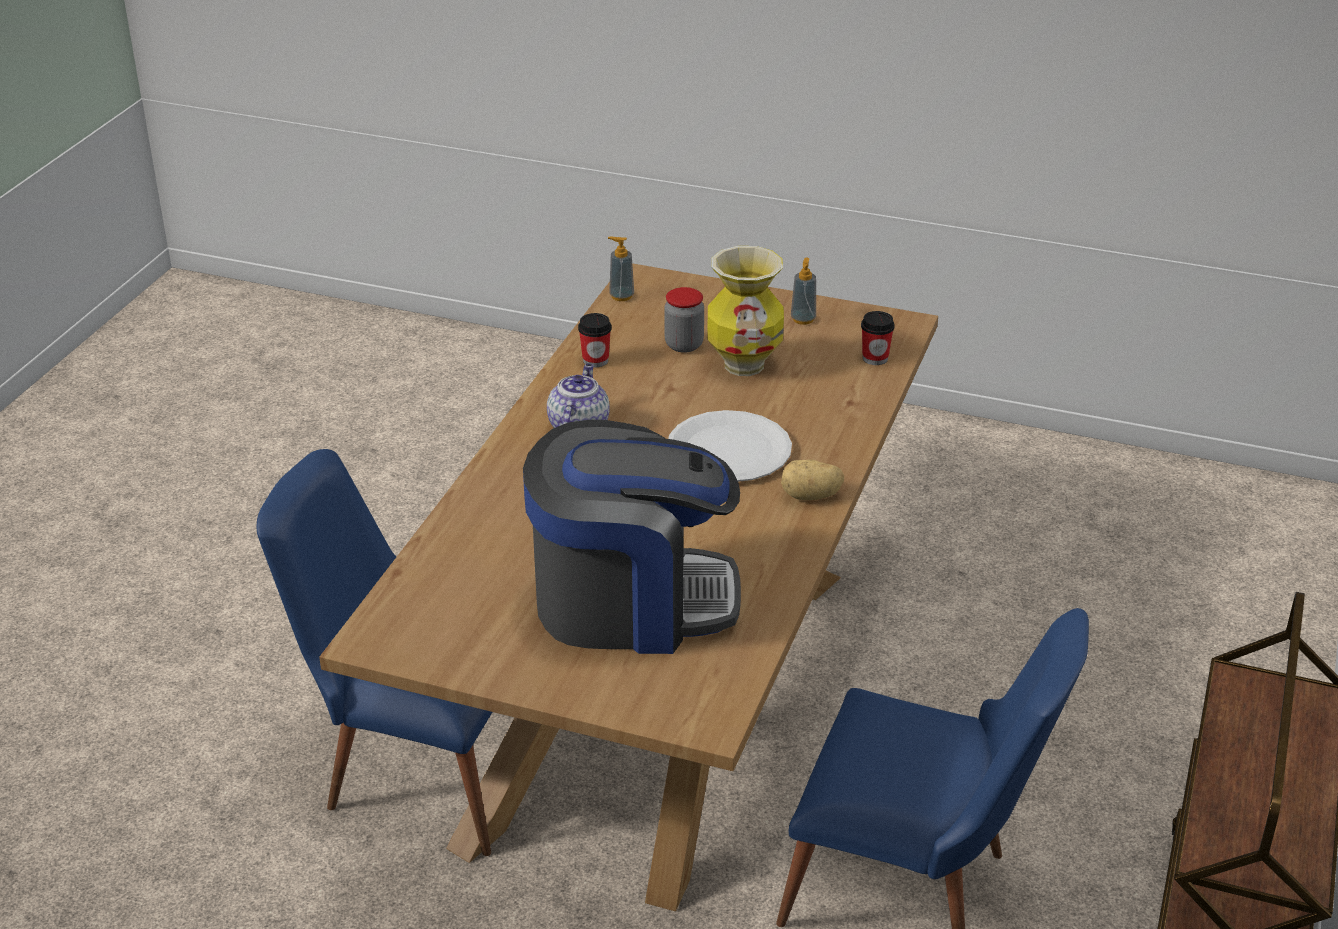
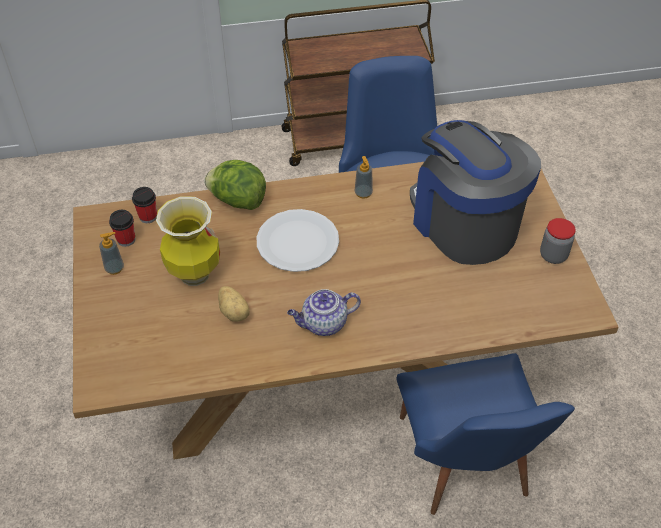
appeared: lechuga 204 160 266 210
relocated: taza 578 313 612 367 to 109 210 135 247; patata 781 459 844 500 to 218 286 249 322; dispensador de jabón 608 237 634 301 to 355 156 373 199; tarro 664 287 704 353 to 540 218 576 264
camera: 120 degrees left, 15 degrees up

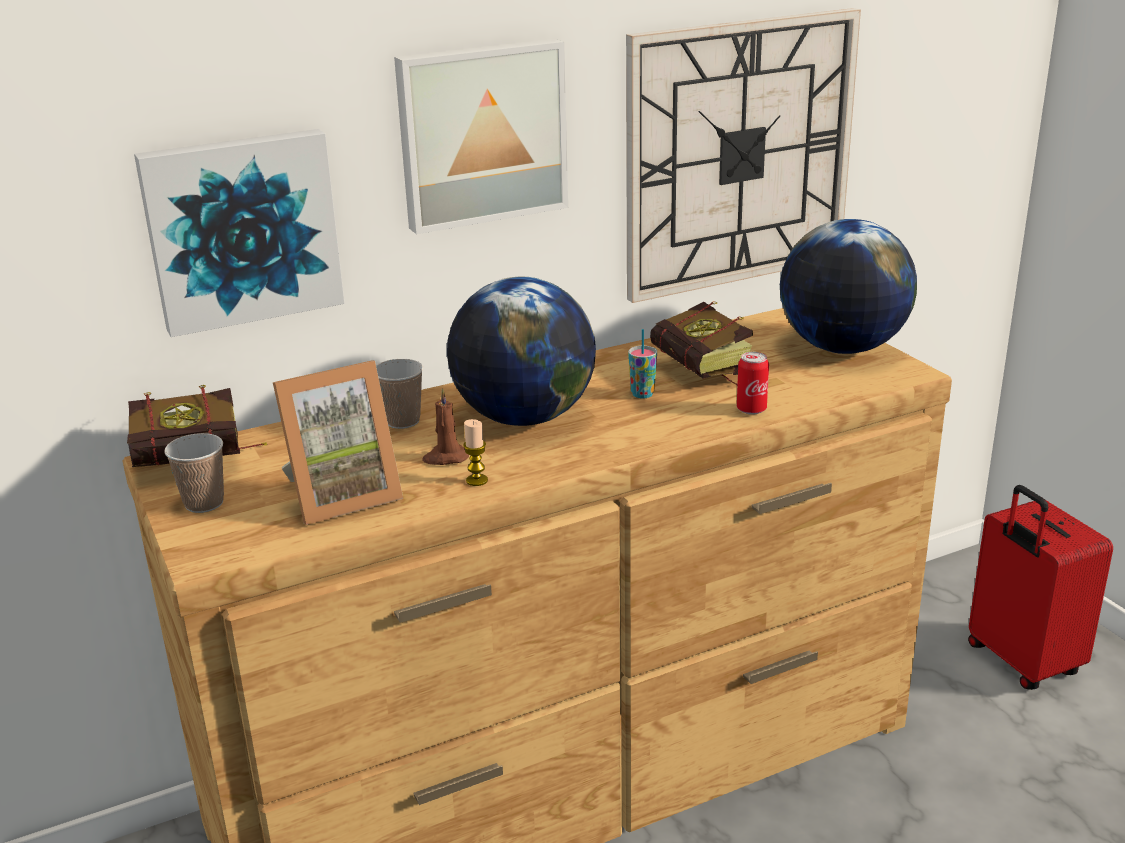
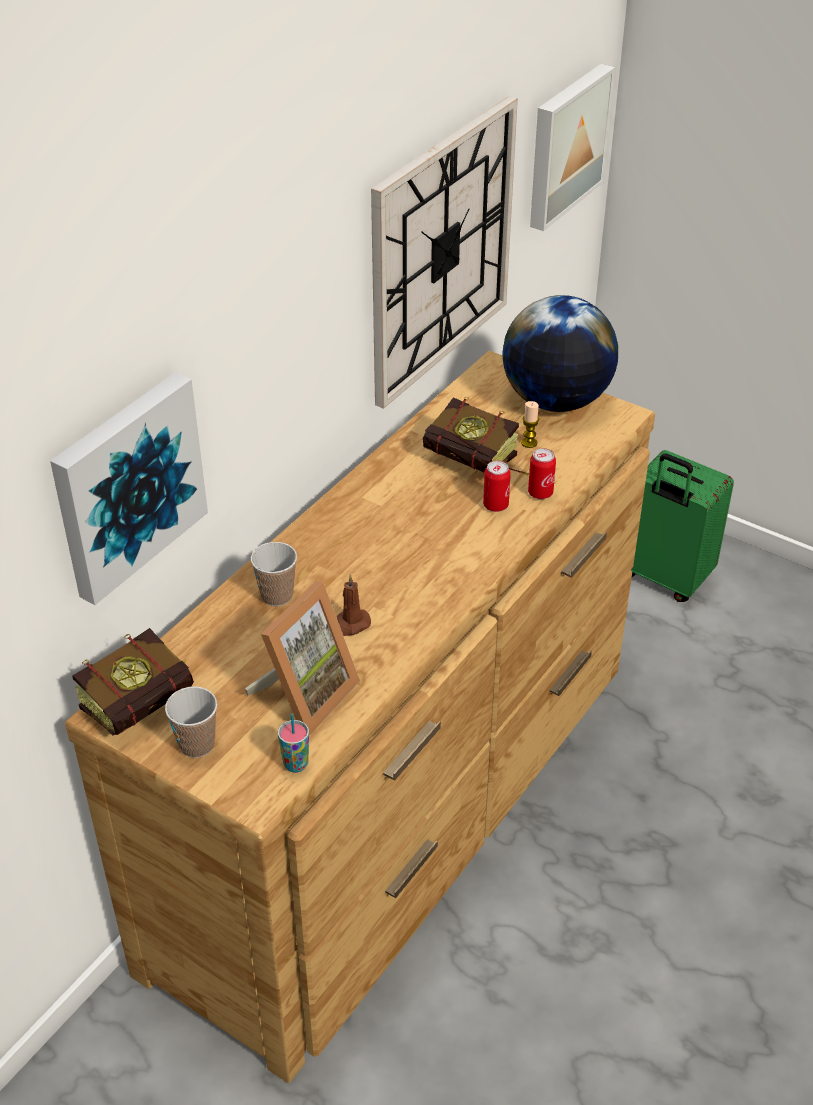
missing: globo terráqueo 447 277 596 426
appeared: lata 483 460 511 512
relocated: taza 628 329 657 398 to 278 714 309 773; vela 463 419 488 486 to 521 401 539 448; cuadro 394 39 568 234 to 530 64 615 231
colour: maleta [rojo] 968 485 1113 690 to maleta [verde] 631 450 734 602
camera: 30 degrees left, 15 degrees up

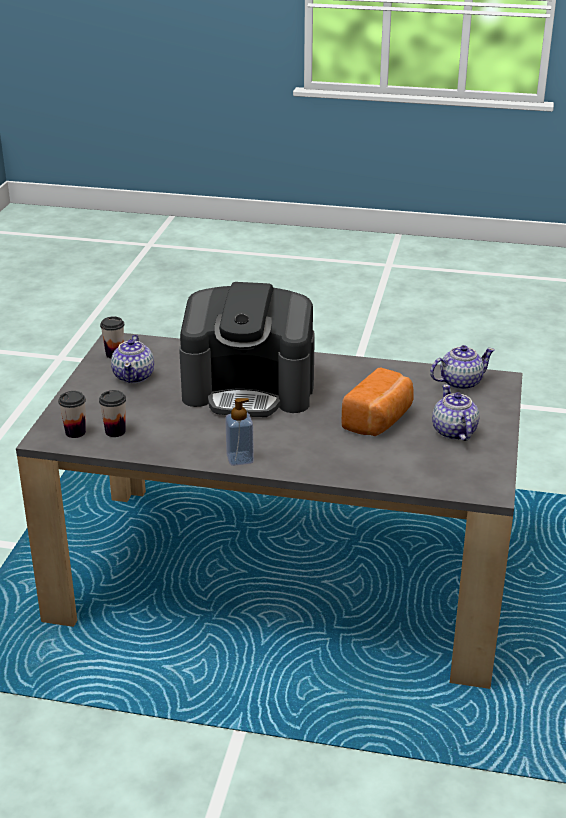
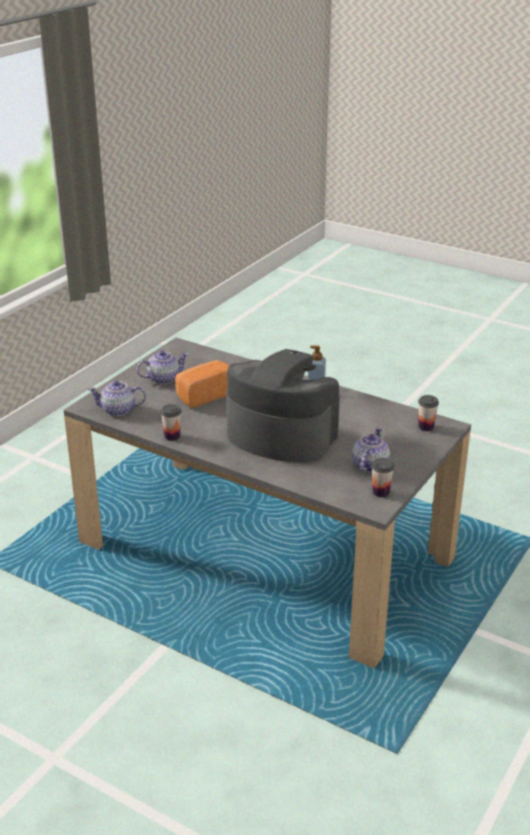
relocated: taza 99 390 126 437 to 161 404 181 441
spun: tetera 432 384 480 441 = 137 350 188 384 120 degrees counterclockwise
camera: 160 degrees left, 0 degrees up

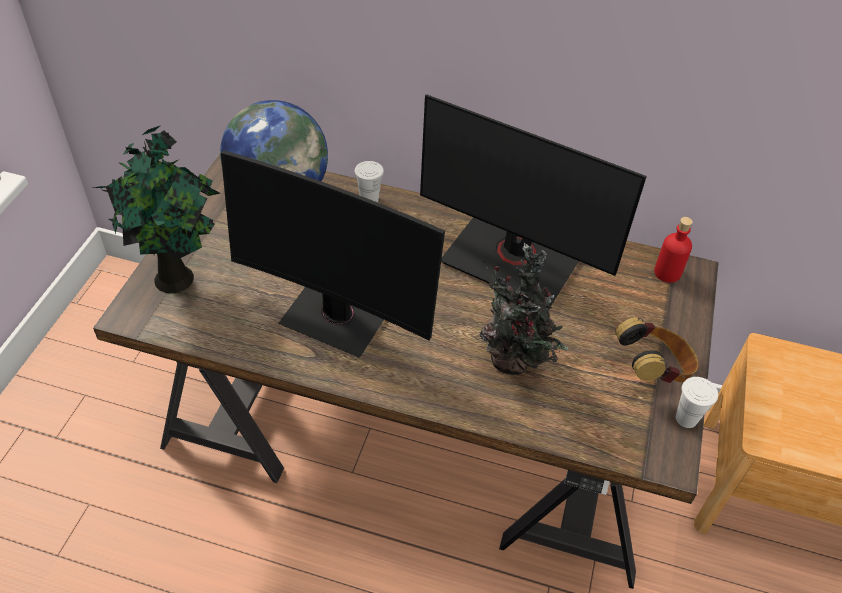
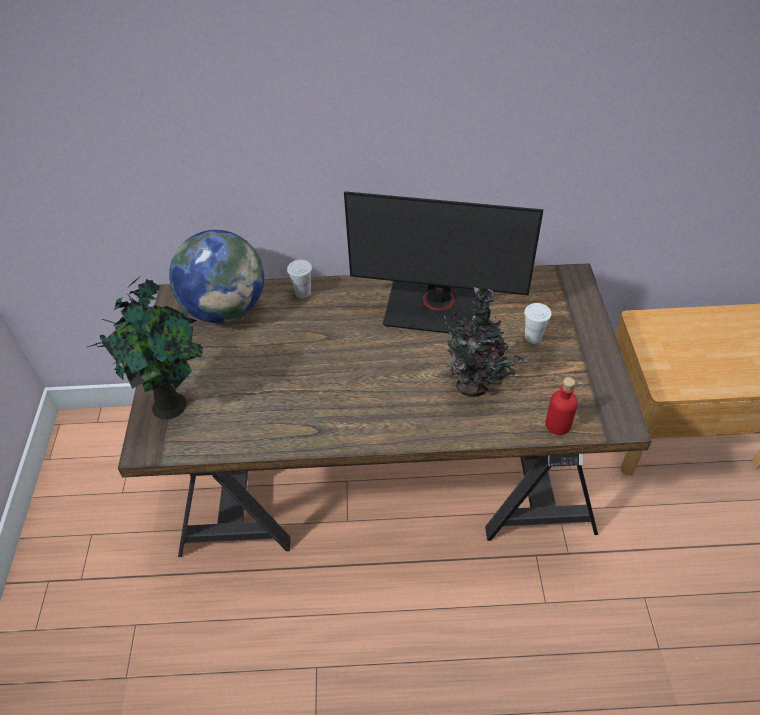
missing: monitor 221 151 445 358; auriculares 615 317 698 383
relocated: taza [blanco] 676 377 718 428 to 524 303 552 344; botella [rojo] 654 217 693 283 to 545 377 578 435
camera: 15 degrees left, 0 degrees up

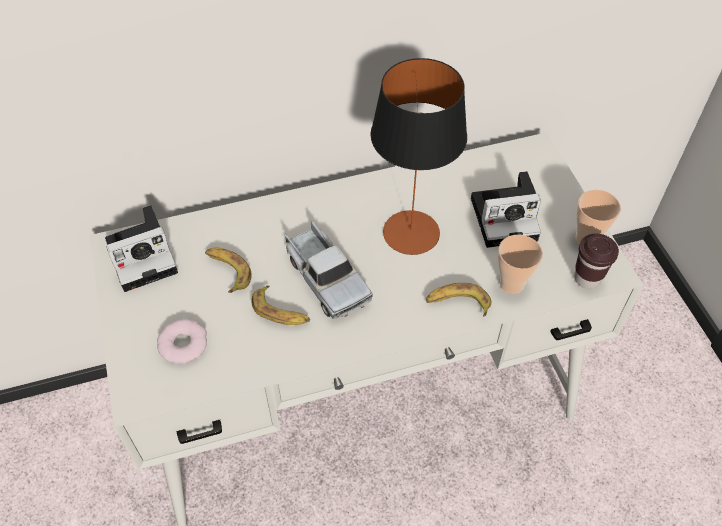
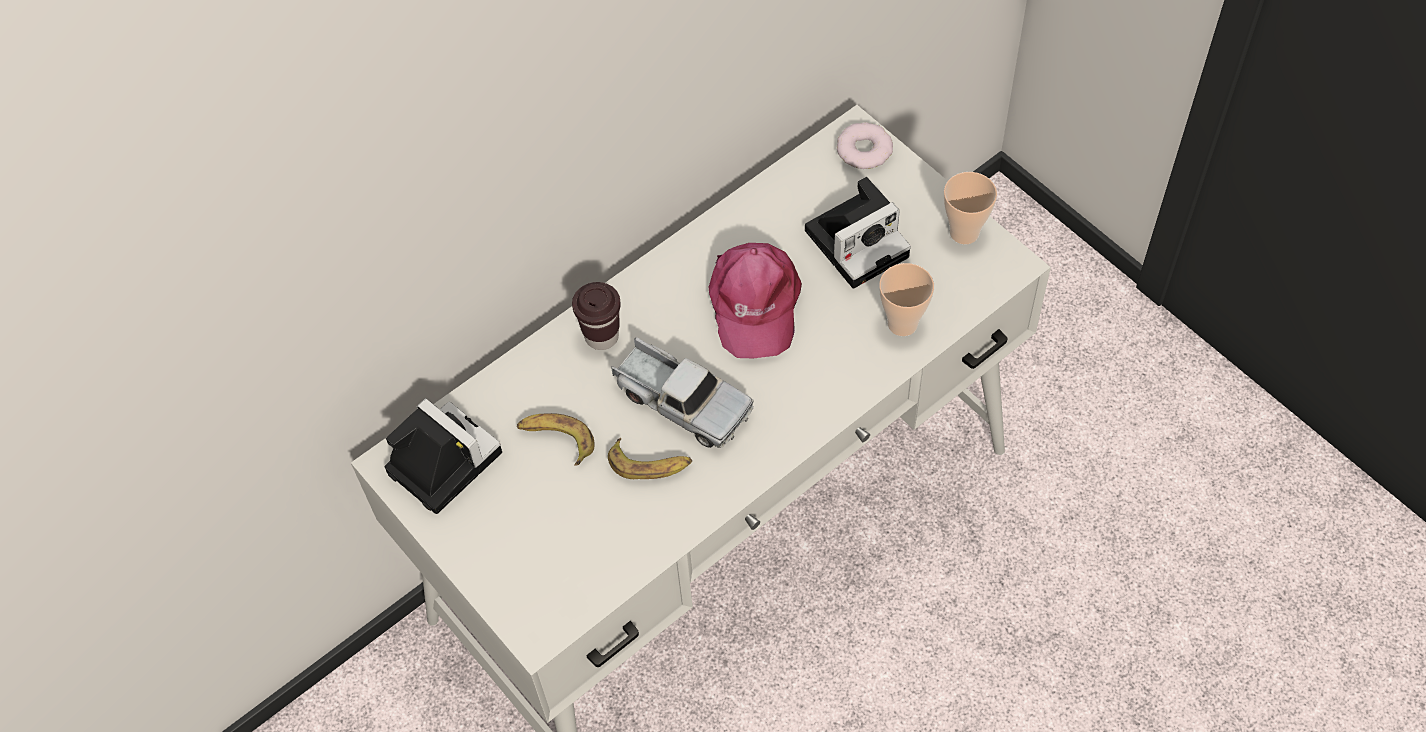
missing: plátano 426 283 491 317
relocated: taza [marrón] 574 234 619 289 to 572 282 621 350; rosquilla 157 319 207 364 to 837 122 893 169
exchanged: lámpara de mesa 370 58 467 255 to gorra [rosa] 709 243 802 358
spun: cámara 105 205 178 292 = 385 398 502 514 90 degrees counterclockwise
camera: 20 degrees left, 5 degrees up

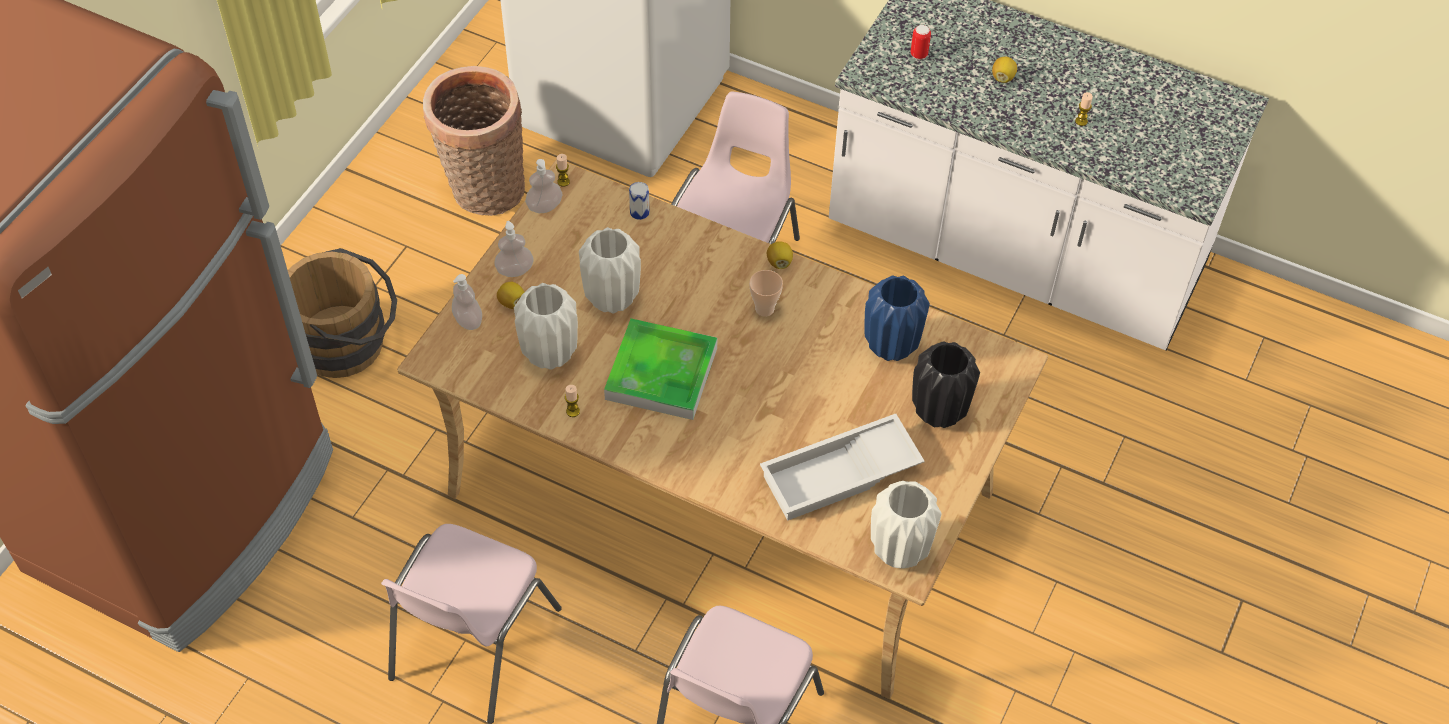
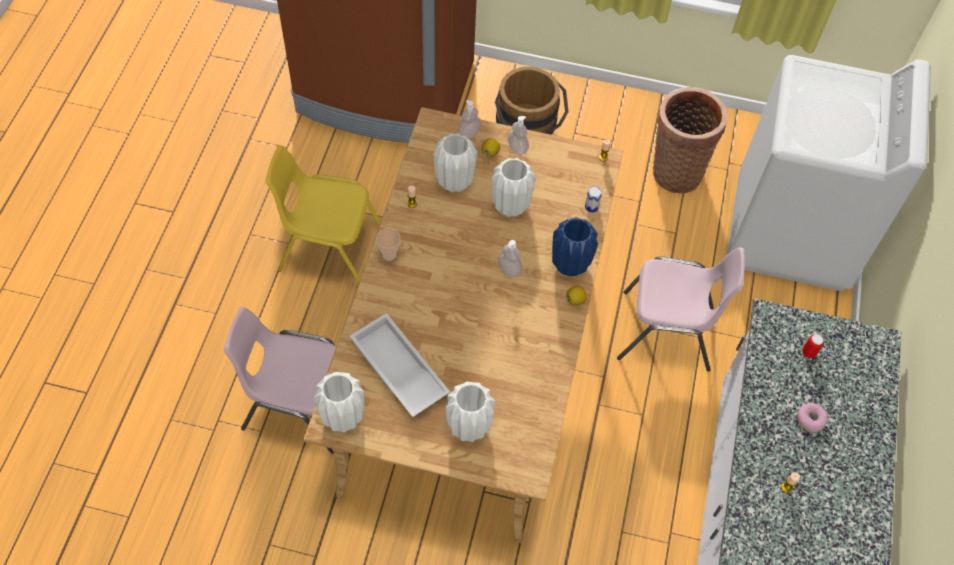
missing: bandeja 604 318 717 420
relocated: taza 749 270 783 317 to 376 228 400 261; dispensador de jabón 525 159 563 213 to 498 240 522 277; florero [azul] 864 275 930 361 to 552 217 598 277
exchanged: limón 992 57 1017 83 to rosquilla 797 403 828 432
colour: silla [rosa] 381 524 562 724 to silla [amarillo] 266 145 381 284; florero [negro] 912 341 980 428 to florero [blanco] 445 382 495 442
camera: 75 degrees right, 5 degrees up

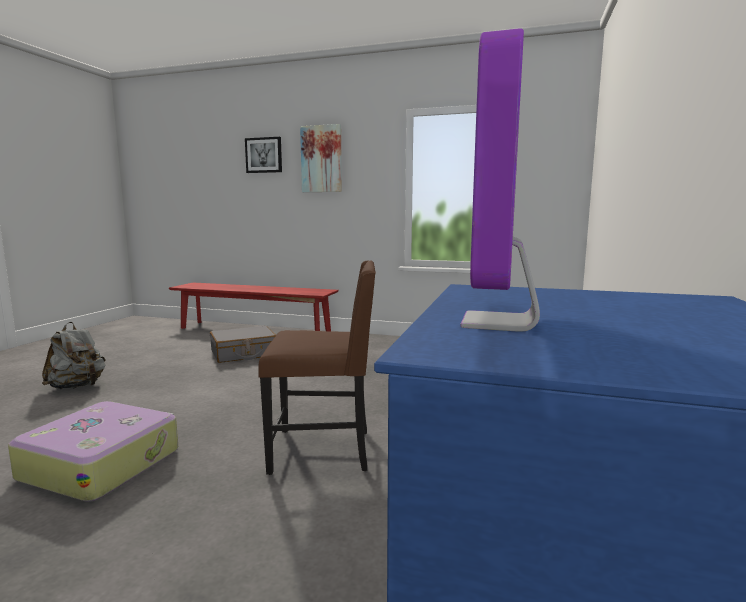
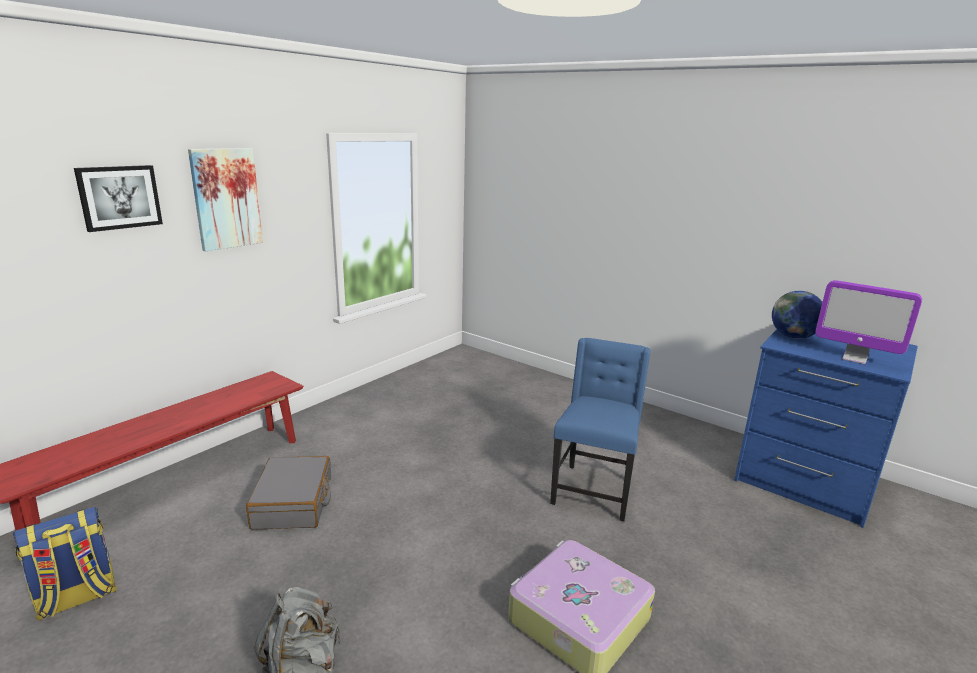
appeared: mochila 13 507 117 621; globo terráqueo 772 291 822 339
colour: silla [marrón] 258 261 376 475 to silla [azul] 550 338 651 522
camera: 70 degrees left, 10 degrees up

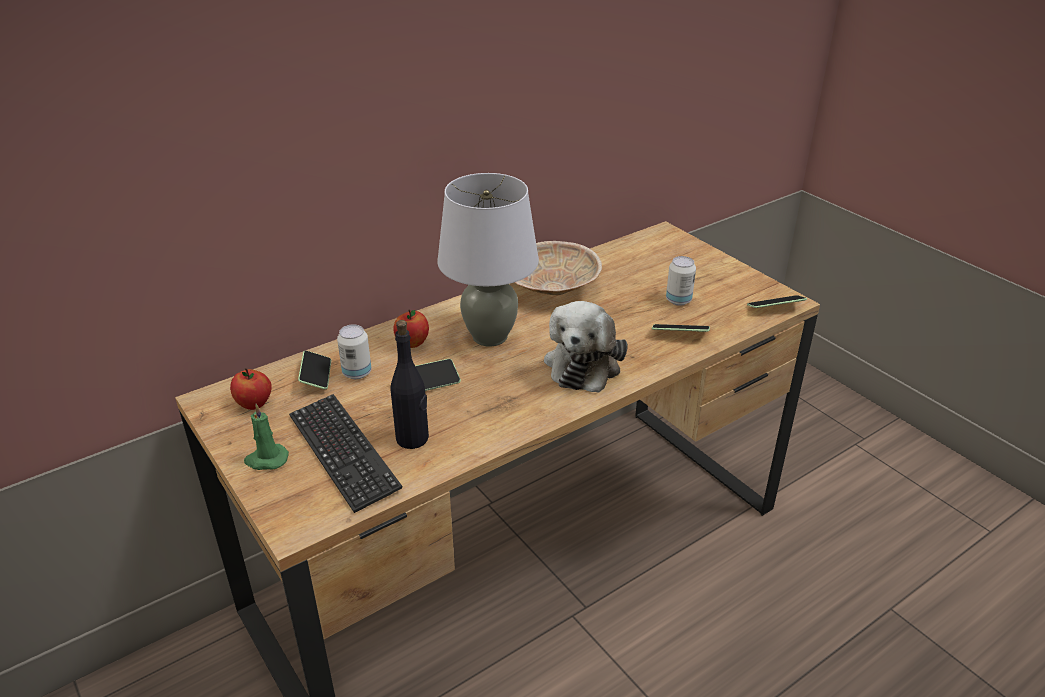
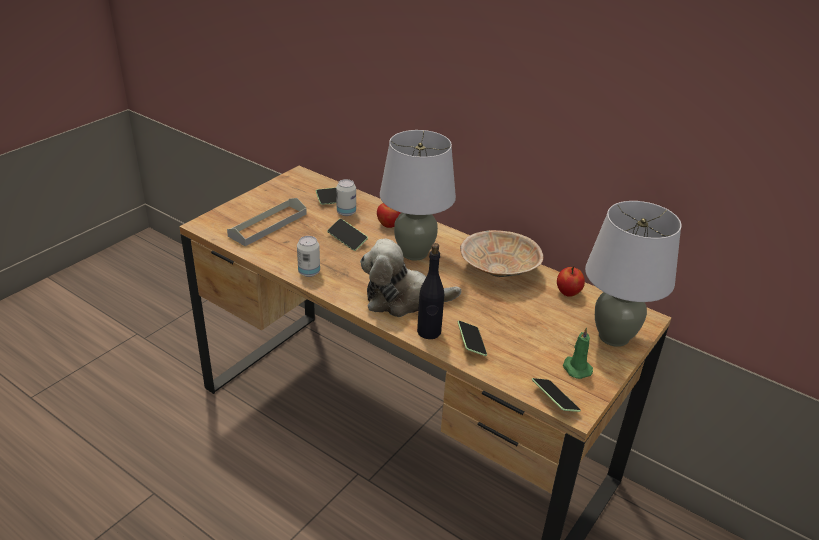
appeared: lámpara de mesa [gris] 585 201 681 347
relocated: lata 666 256 696 306 to 297 236 320 277; botella [negro] 391 320 429 449 to 417 243 444 339; manzana 230 368 272 410 to 557 266 585 297; vela [verde] 244 404 289 470 to 563 327 593 379
exchanged: teclado 289 394 402 513 to bandeja [gris] 227 198 307 246
camera: 70 degrees right, 0 degrees up

